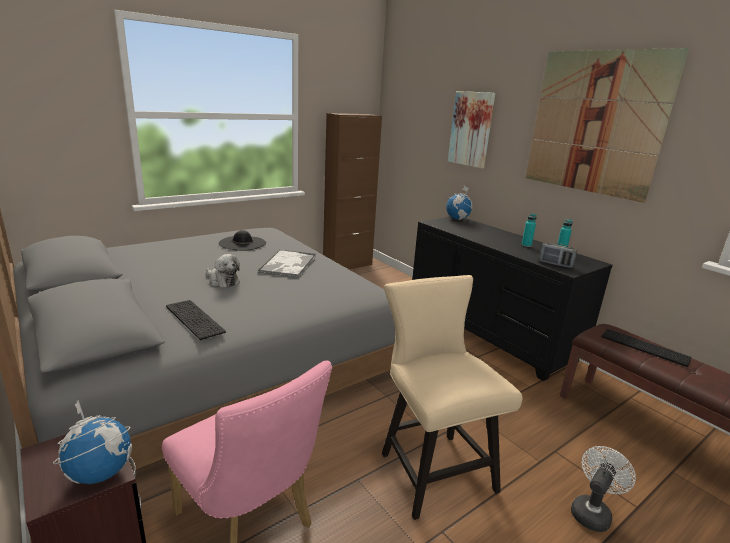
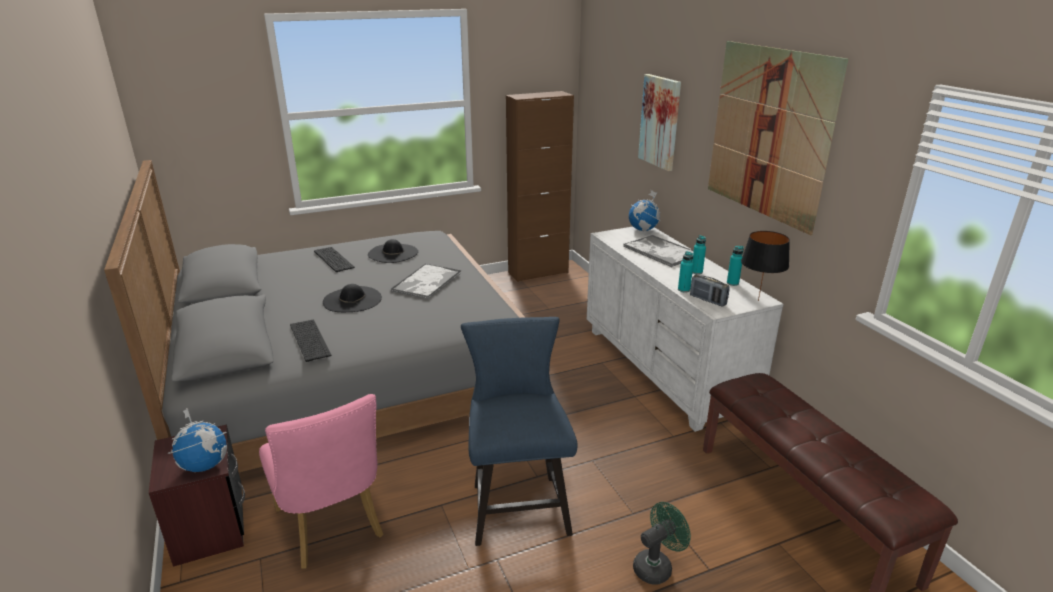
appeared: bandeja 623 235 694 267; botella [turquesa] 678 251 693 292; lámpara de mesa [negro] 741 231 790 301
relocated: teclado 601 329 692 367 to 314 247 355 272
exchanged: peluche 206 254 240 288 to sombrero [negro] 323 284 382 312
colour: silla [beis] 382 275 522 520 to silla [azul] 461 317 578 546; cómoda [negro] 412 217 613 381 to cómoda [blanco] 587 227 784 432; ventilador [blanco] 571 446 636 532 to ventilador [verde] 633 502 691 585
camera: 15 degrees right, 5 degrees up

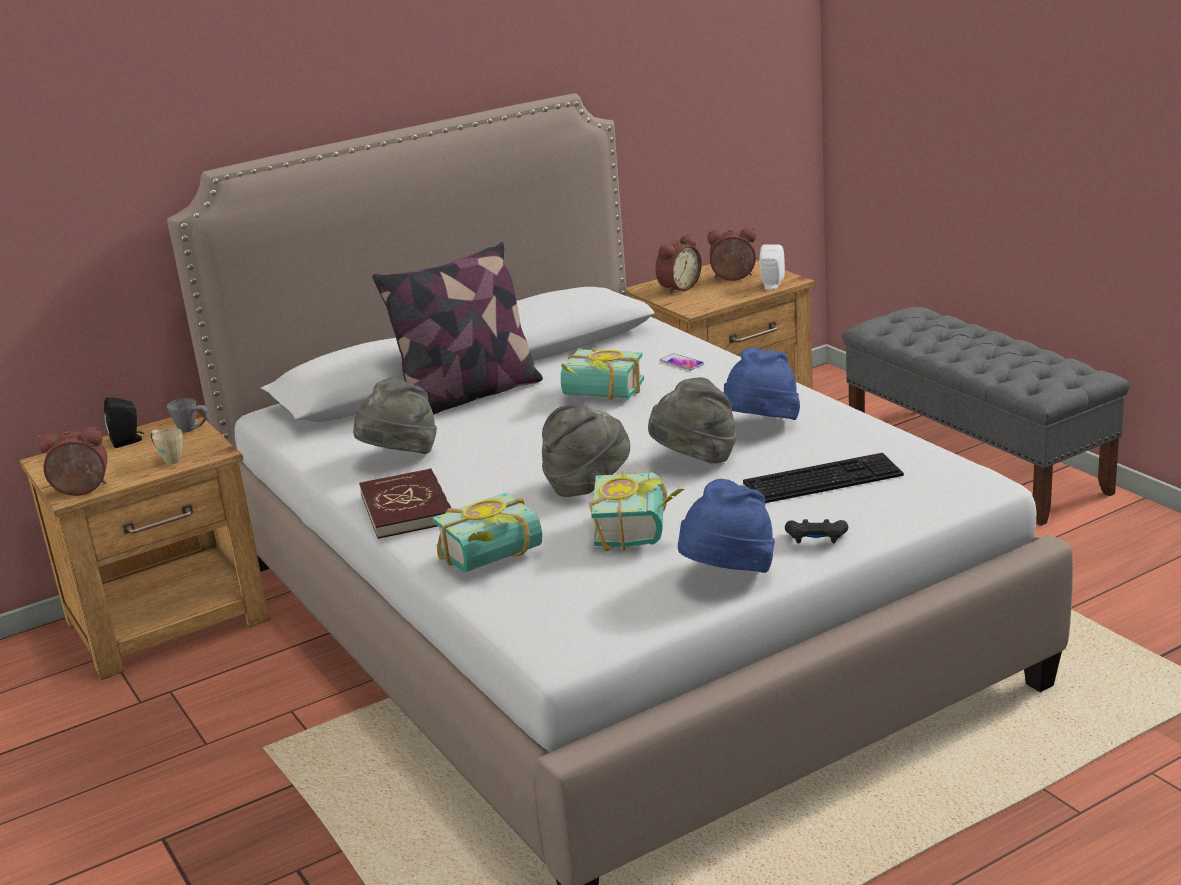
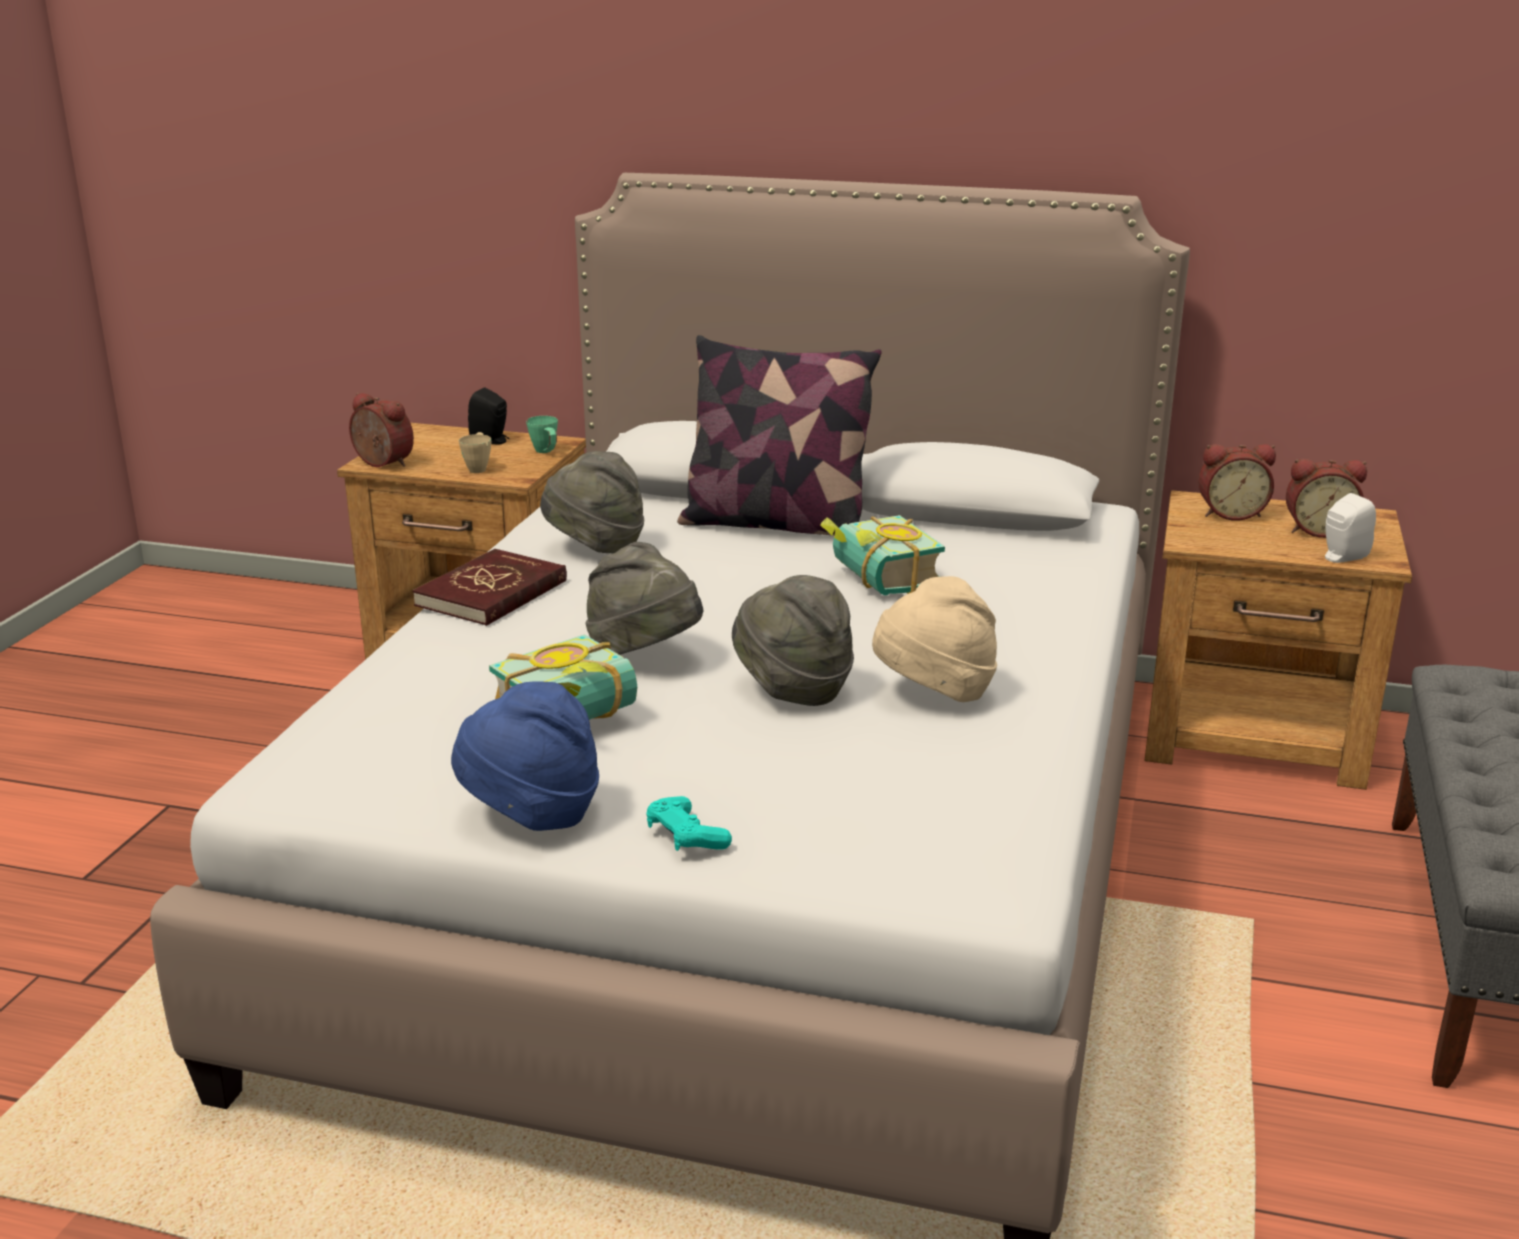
missing: libro 433 492 542 572; móvil 660 354 704 370; teclado 743 453 904 503
colour: taza grande [gris] 167 398 209 433 to taza grande [verde] 526 416 558 453; mando de consola [negro] 785 519 848 544 to mando de consola [turquesa] 646 796 732 851; sombrero [azul] 724 347 800 420 to sombrero [beis] 872 576 997 702
spun: despertador 707 228 756 281 = 1286 459 1367 538 135 degrees clockwise
camera: 45 degrees right, 0 degrees up

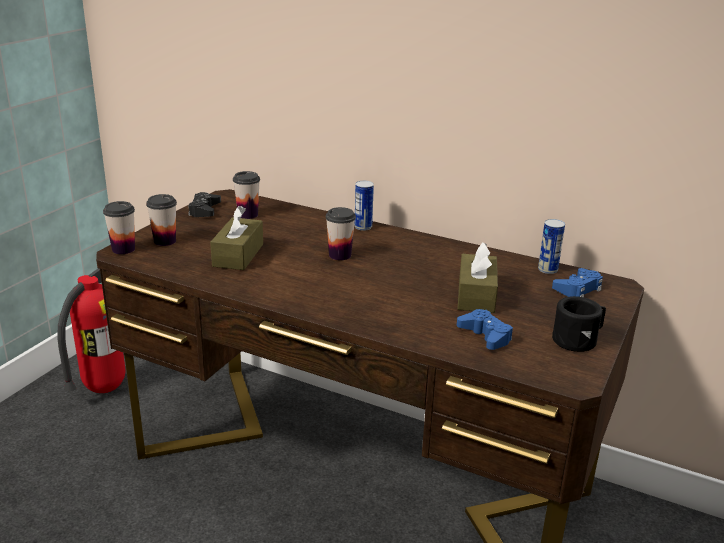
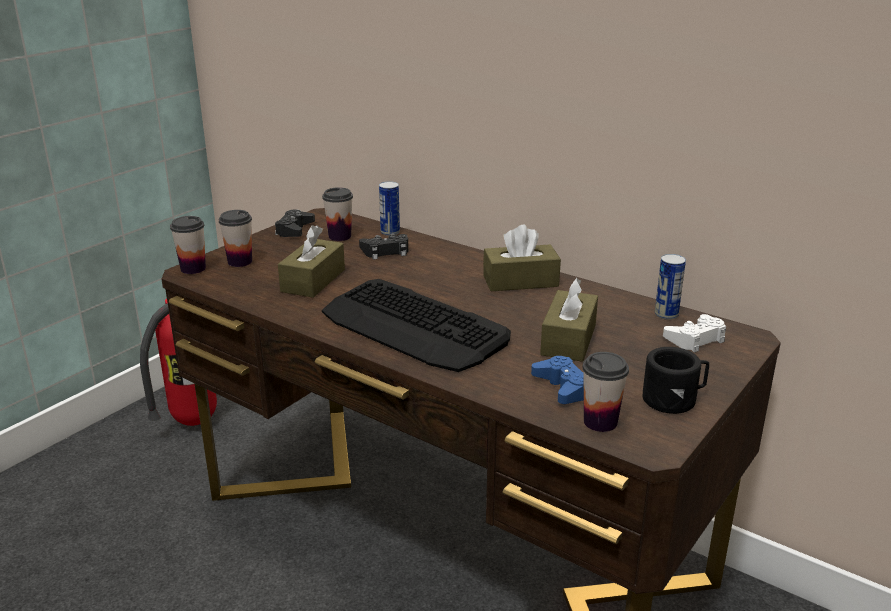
appeared: teclado 322 279 511 372; mando de consola [negro] 359 233 408 260; caja de pañuelos [marrón] 483 225 561 291
relocated: lata 354 181 374 231 to 379 181 400 236; taza 326 207 356 260 to 582 352 629 432
colour: mando de consola [azul] 552 268 603 297 to mando de consola [blanco] 663 314 726 353
camera: 10 degrees right, 0 degrees up

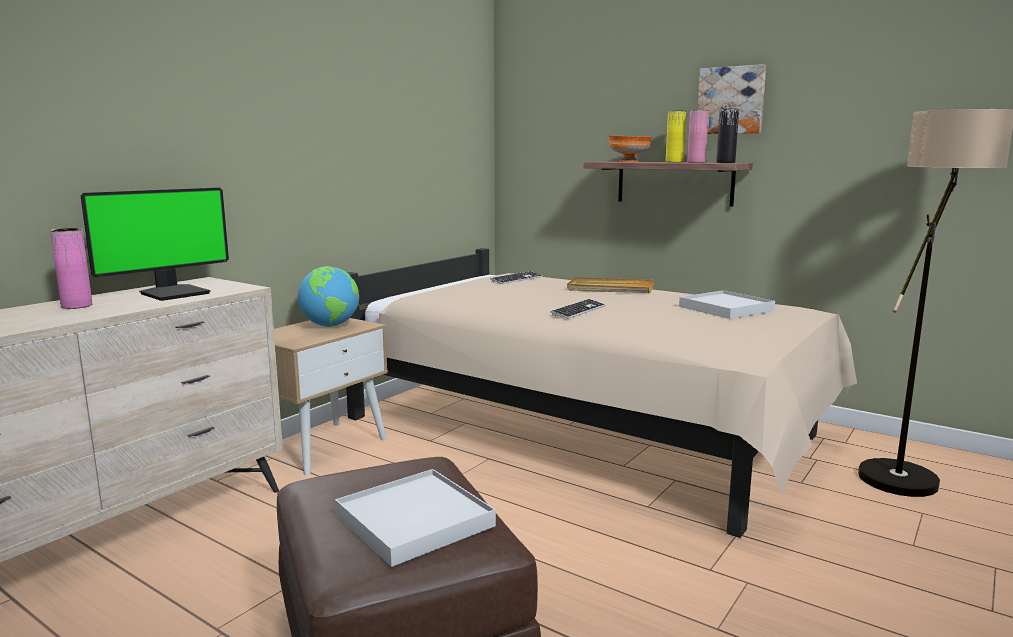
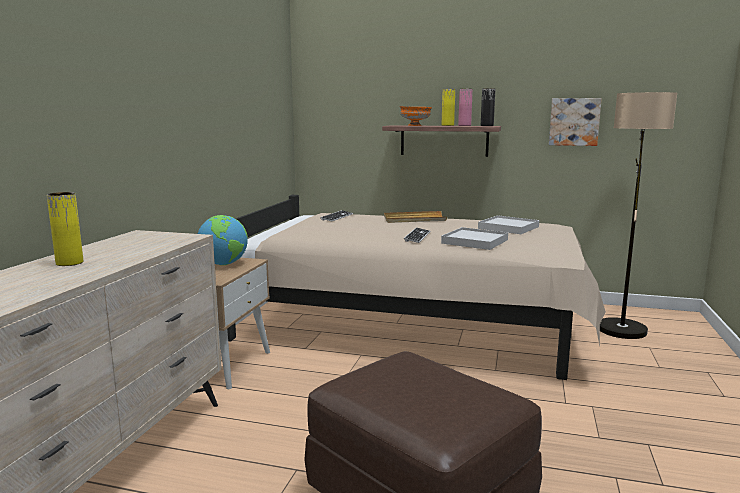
missing: monitor 81 188 229 301
relocated: bandeja [blanco] 335 469 496 567 to 441 227 508 250; cuadro 697 64 766 134 to 549 98 602 146
colour: florero [rosa] 50 228 92 309 to florero [amarillo] 47 192 83 266
camera: 20 degrees left, 0 degrees up

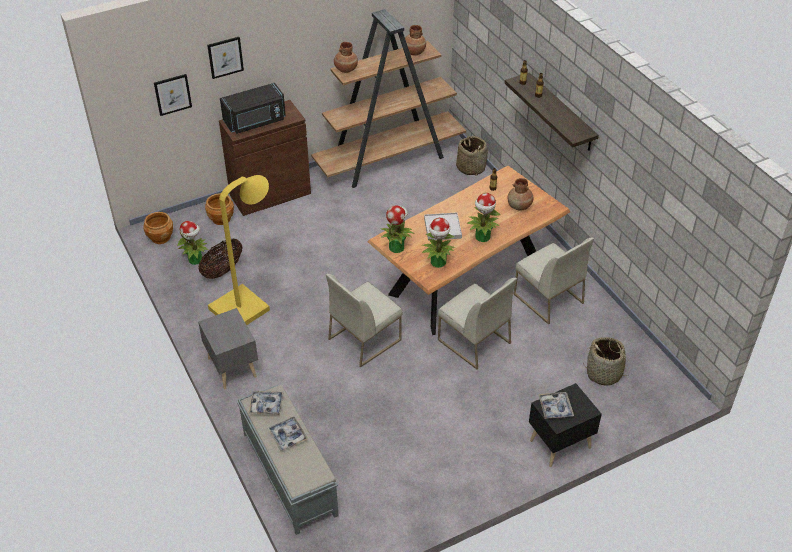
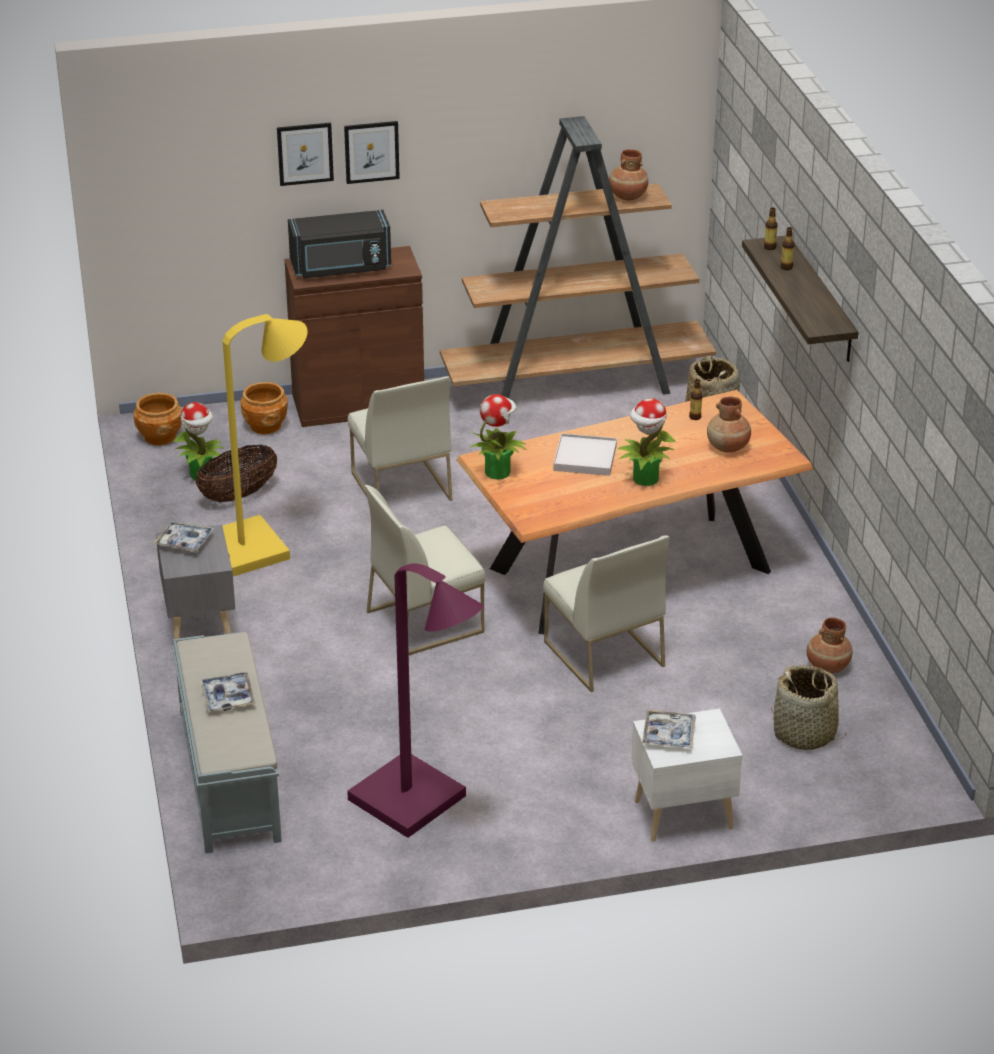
missing: planta en maceta 422 217 455 268
appeared: lámpara de pie [morado] 347 563 483 838
relocated: bandeja 248 391 284 415 to 153 521 215 552; cuadro 154 74 192 116 to 344 121 400 184; silla [blanco] 514 238 594 325 to 348 376 453 501; florero [marrón] 334 42 358 73 to 807 618 853 674
colour: mesita de noche [negro] 529 383 602 467 to mesita de noche [blanco] 631 709 742 842
camera: 15 degrees right, 10 degrees down

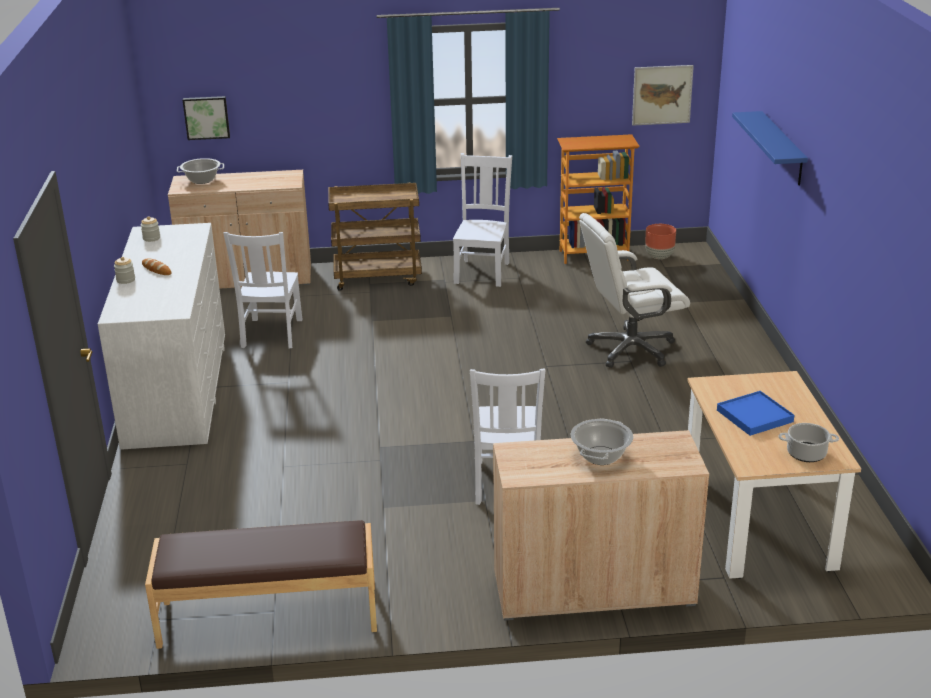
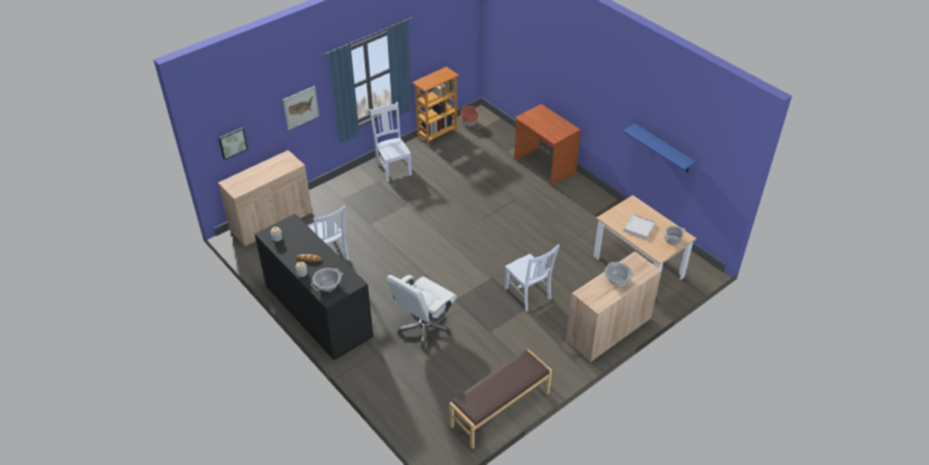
missing: carrito [marrón] 328 183 422 291
appeared: escritorio [marrón] 514 104 581 186
relocated: cuadro 632 65 694 126 to 283 86 319 130; olla 177 158 224 184 to 311 268 343 291; silla de oficina [blanco] 579 213 690 368 to 387 275 457 349; estante [azul] 732 111 808 186 to 623 124 696 173
colour: cómoda [blanco] 98 223 225 450 to cómoda [negro] 255 214 373 361; bandeja [azul] 717 391 794 436 to bandeja [blanco] 623 214 656 240
camera: 35 degrees left, 15 degrees up

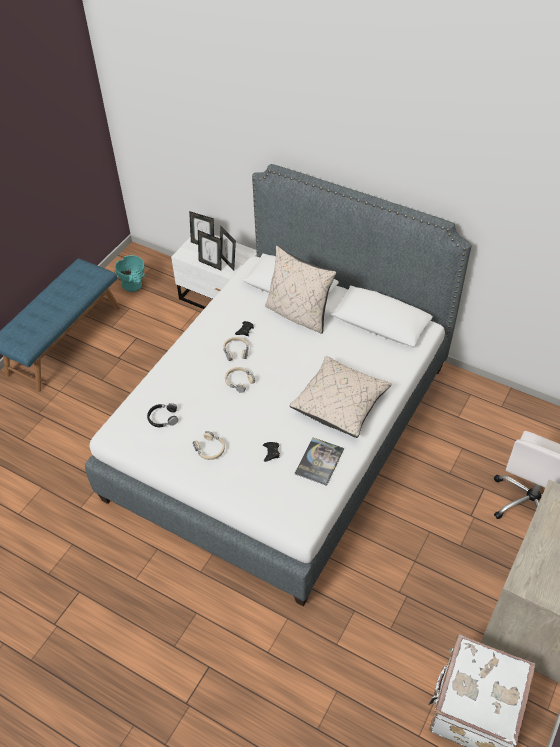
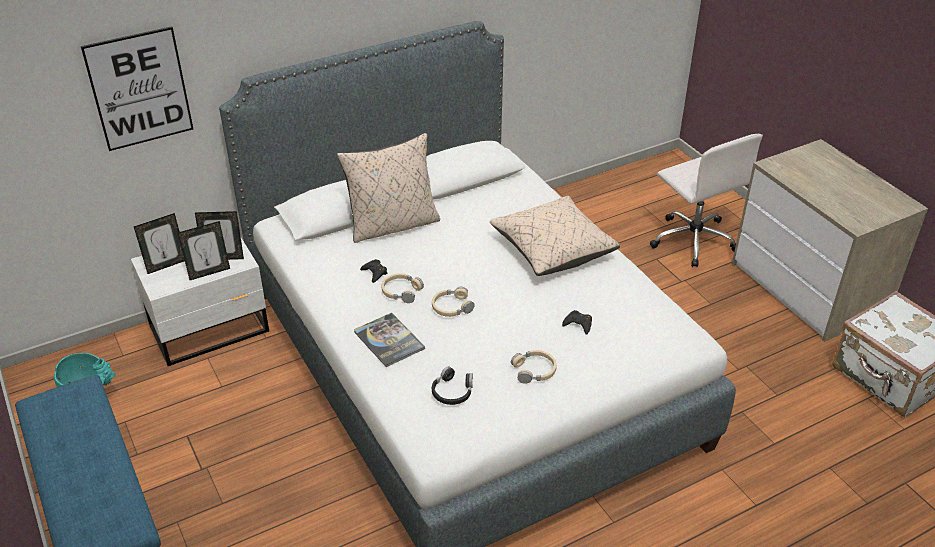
appeared: cuadro 81 26 193 151
relocated: libro 295 438 344 486 to 354 313 425 367
camera: 60 degrees left, 10 degrees down

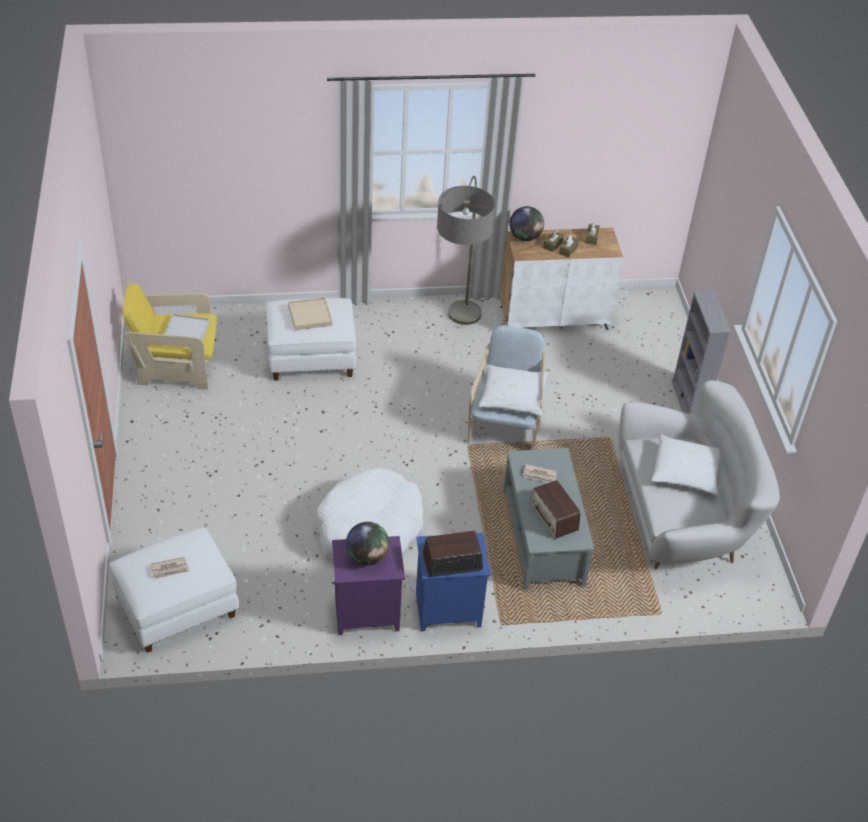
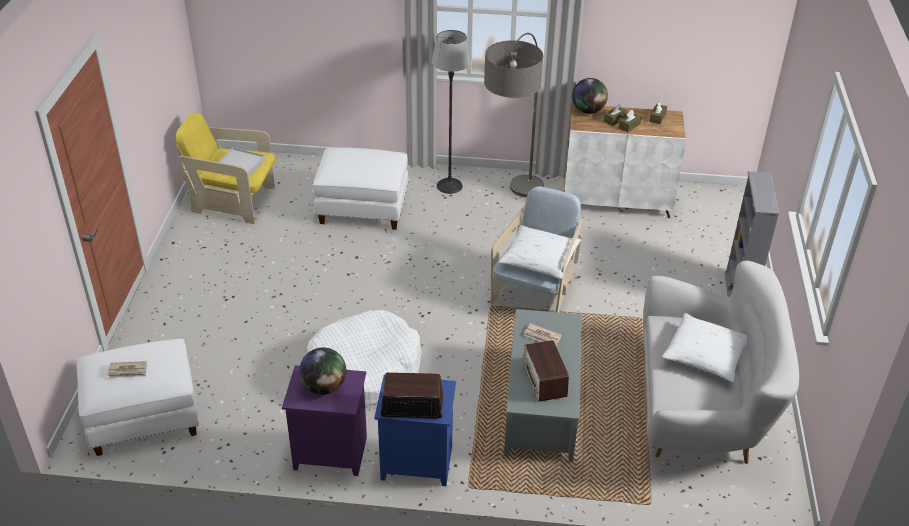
missing: bandeja [beis] 288 297 332 331
appeared: lámpara de pie 432 30 471 194
camera: 15 degrees right, 5 degrees down

